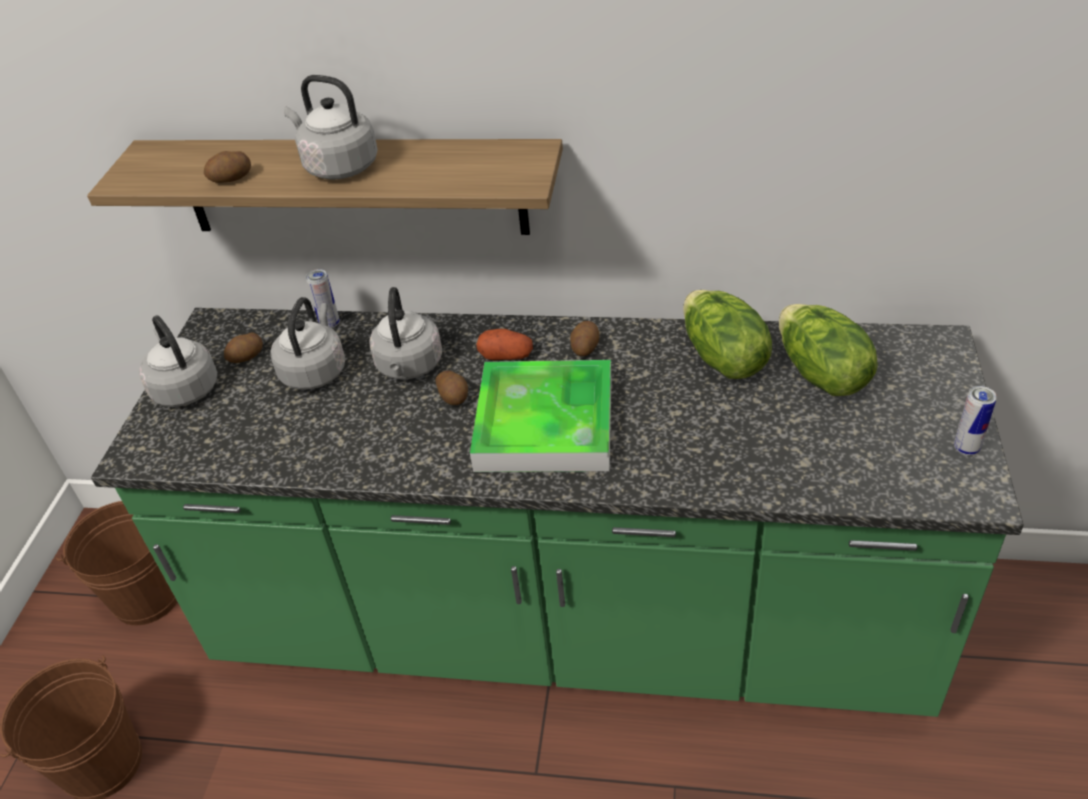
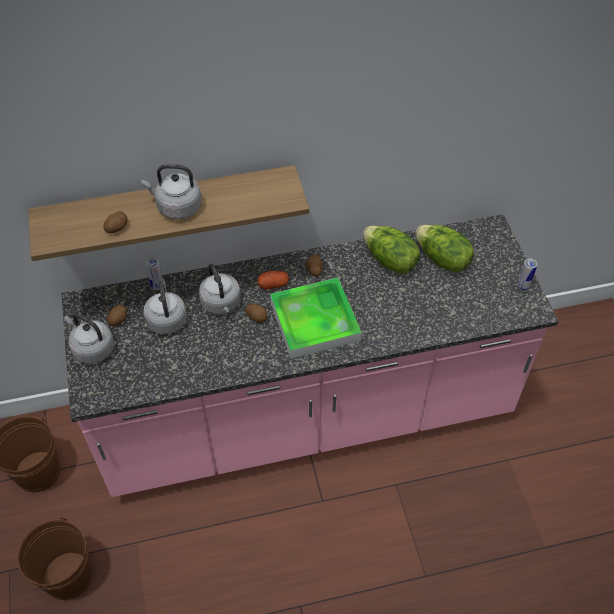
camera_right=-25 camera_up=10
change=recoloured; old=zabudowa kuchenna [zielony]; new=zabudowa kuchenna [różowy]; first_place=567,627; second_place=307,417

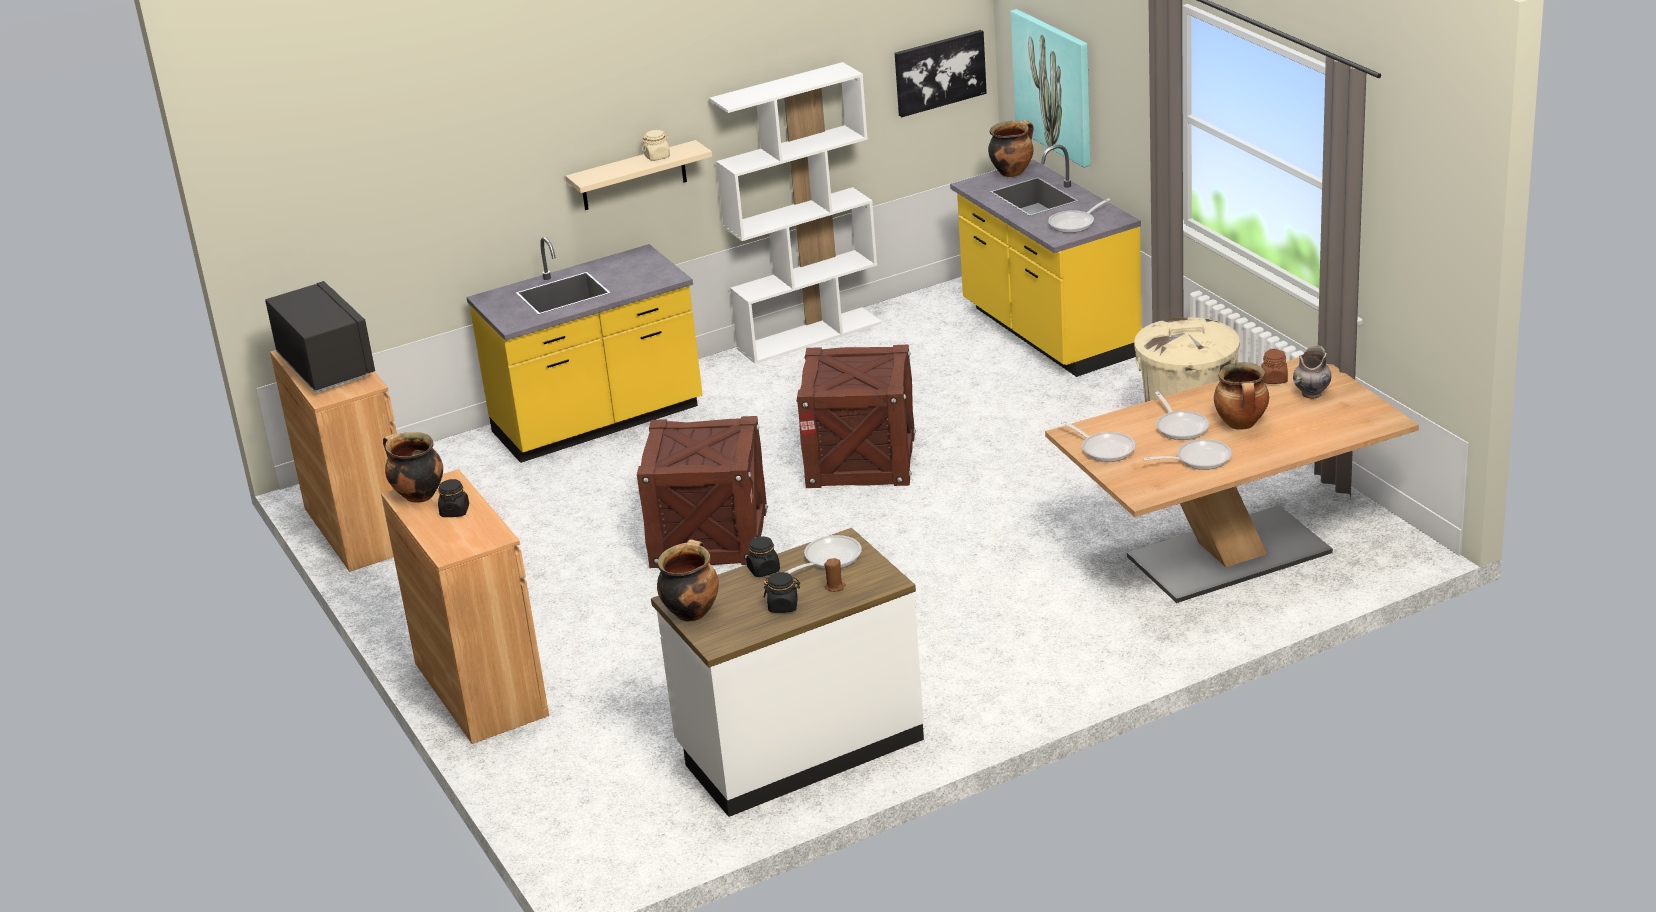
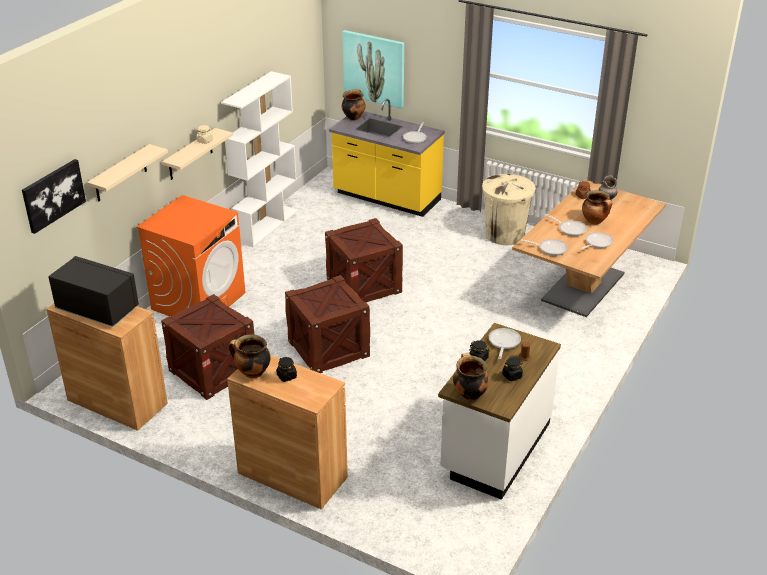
camera_right=-35 camera_up=5
change=replaced; old=zabudowa kuchenna [żółty]; new=pralka [pomarańczowy]; first_place=599,422; second_place=199,301
change=moved; old=obraz; first_place=939,72; second_place=53,195
change=added; new=półka [beżowy]; second_place=120,174
change=added; new=skrzynka; second_place=213,370

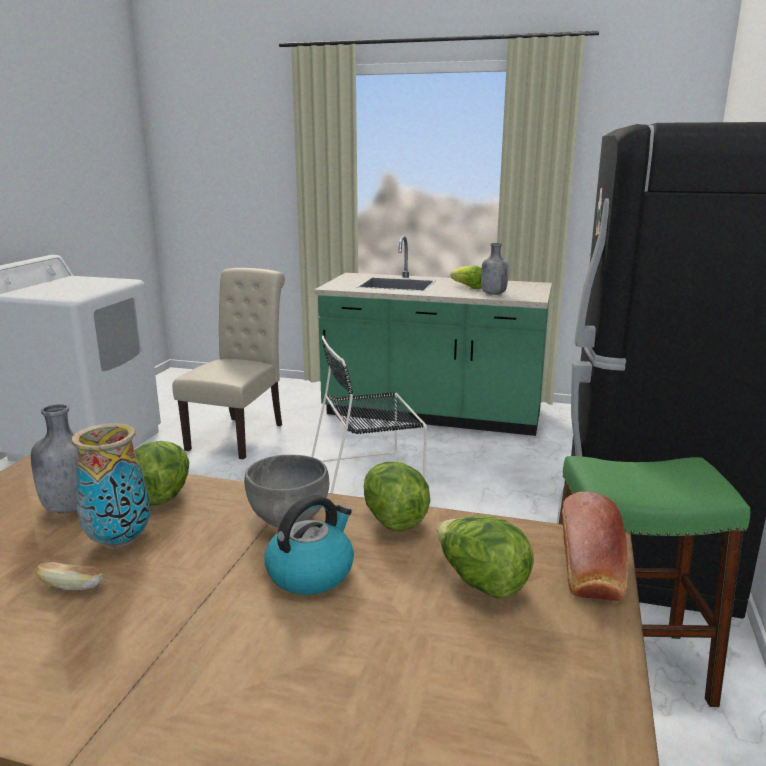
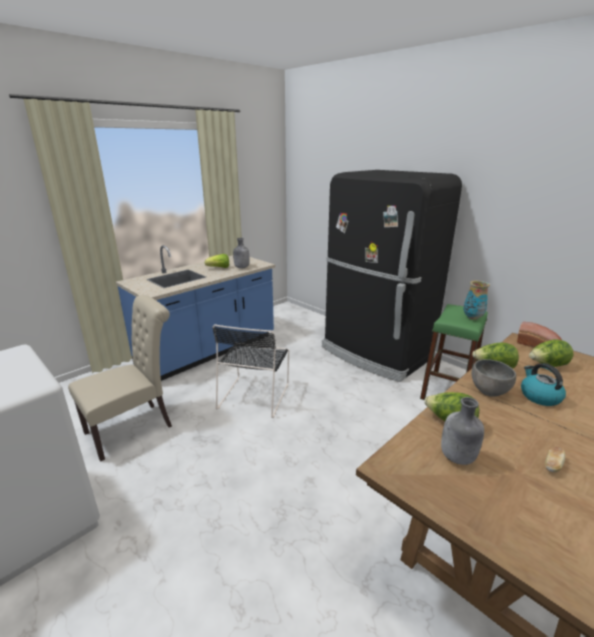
camera_right=-60 camera_up=5
change=moved; old=wazon; first_place=119,541; second_place=472,318
change=turned; old=krzesło [beżowy]; first_place=240,434; second_place=134,427; degrees=90
change=recoloured; old=zabudowa kuchenna [zielony]; new=zabudowa kuchenna [niebieski]; first_place=432,414; second_place=208,351

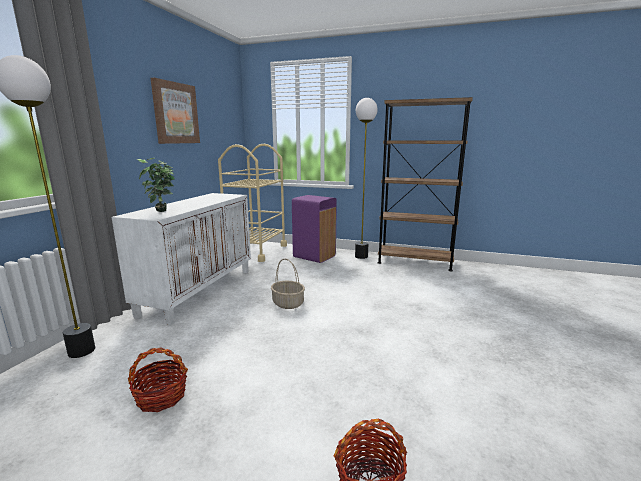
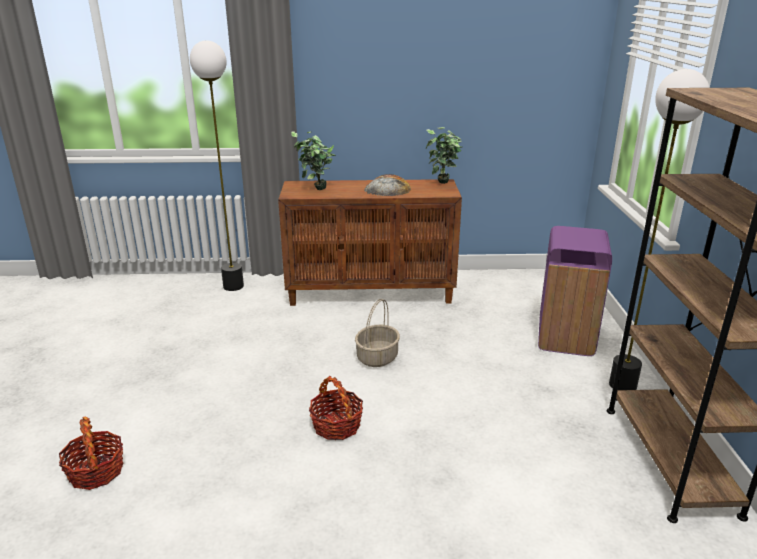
camera_right=70 camera_up=10
change=recoloured; old=szafka [biały]; new=szafka [brązowy]; first_place=199,291; second_place=371,292
change=moved; old=koszyk; first_place=161,396; second_place=336,425
change=removed; old=obraz; first_place=175,113
change=removed; old=wózek [beżowy]; first_place=256,251
change=added; new=chleb; second_place=387,189
change=added; new=roślina doniczkowa; second_place=443,184

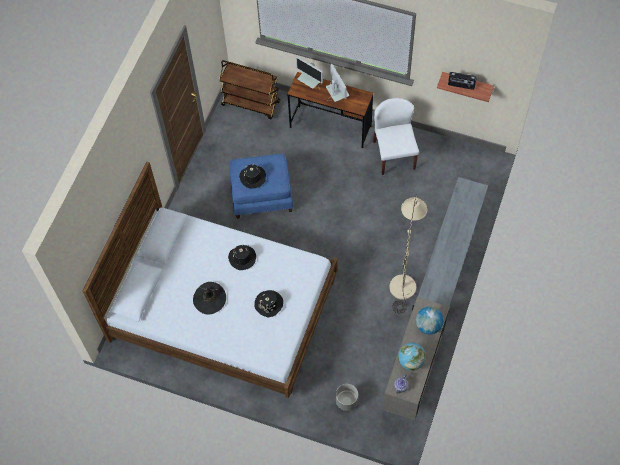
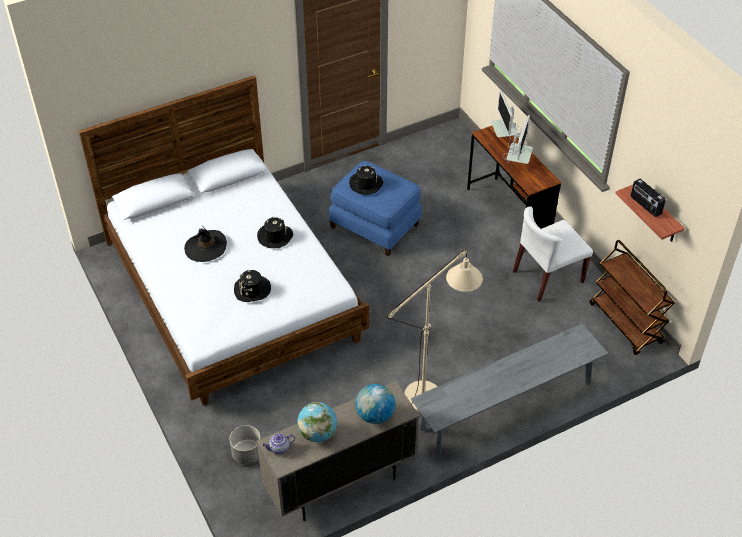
camera_right=40 camera_up=-15
change=moved; old=wózek [brązowy]; first_place=251,103; second_place=626,324
change=turned; old=krzesło [biały]; first_place=394,154; second_place=547,277; degrees=-150

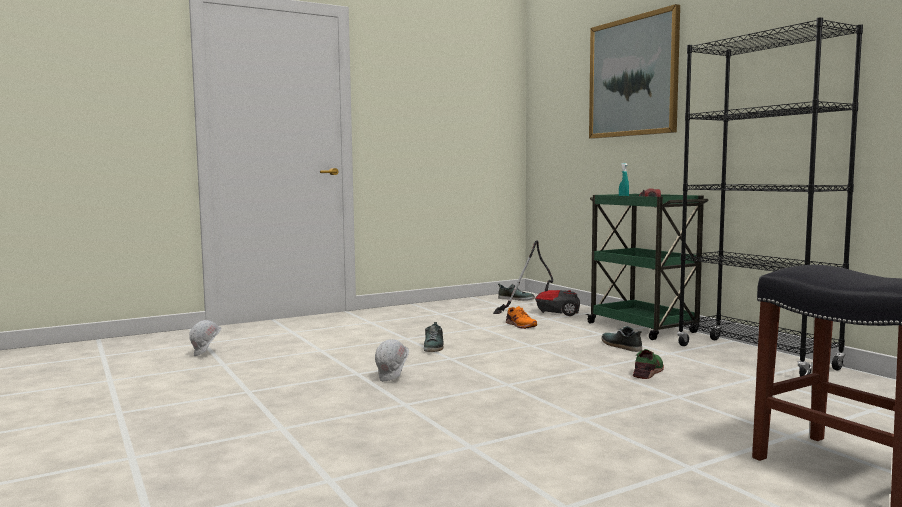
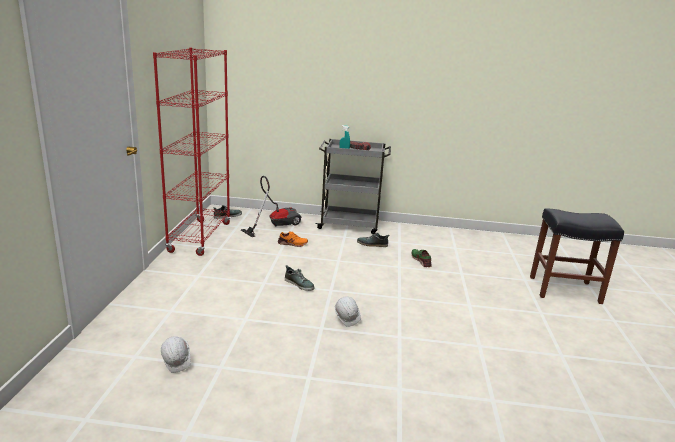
camera_right=-55 camera_up=15
change=recoloured; old=wózek [zielony]; new=wózek [szary]; first_place=643,328; second_place=350,225
change=removed; old=obraz; first_place=633,77
change=removed; old=regał [czarny]; first_place=755,357
change=added; new=regał [czerwony]; second_place=200,237

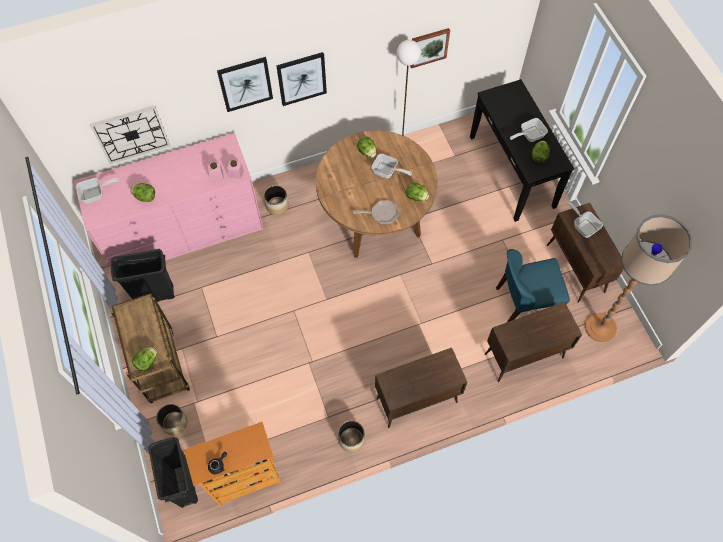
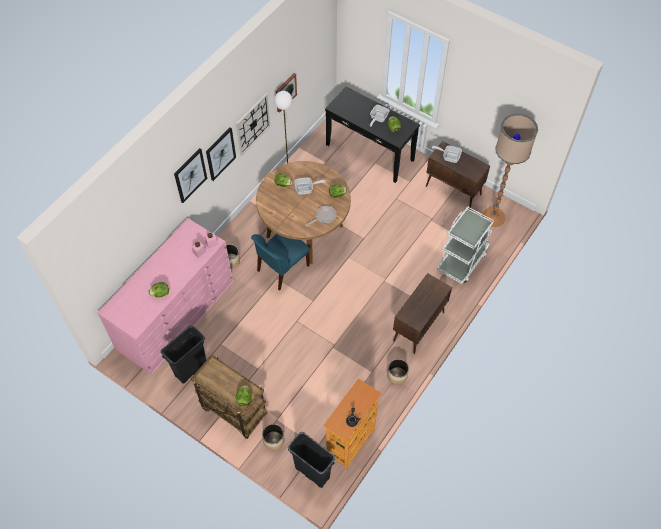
camera_right=-35 camera_up=-5
change=removed; old=patelnia; first_place=96,194
change=moved; old=zegar ścienny; first_place=131,134; second_place=252,124
change=replaced; old=szafka [brązowy]; new=wózek [biały]; first_place=523,356; second_place=462,261
change=moved; old=krzesło [niebieski]; first_place=525,302; second_place=282,268

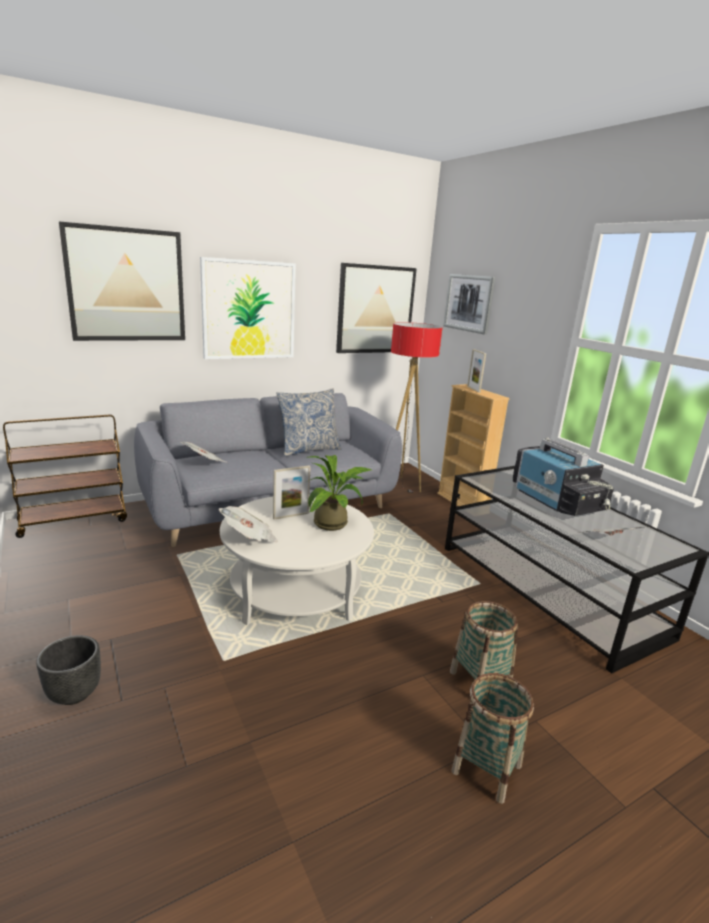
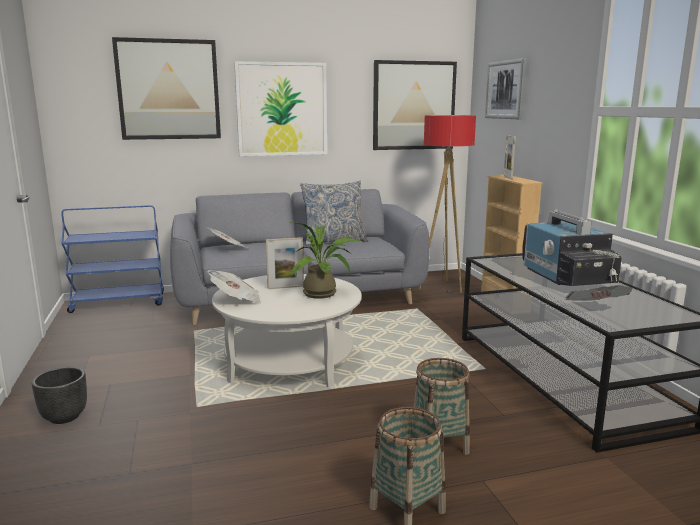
camera_right=15 camera_up=-5
change=recoloured; old=wózek [brązowy]; new=wózek [niebieski]; first_place=74,520; second_place=119,303

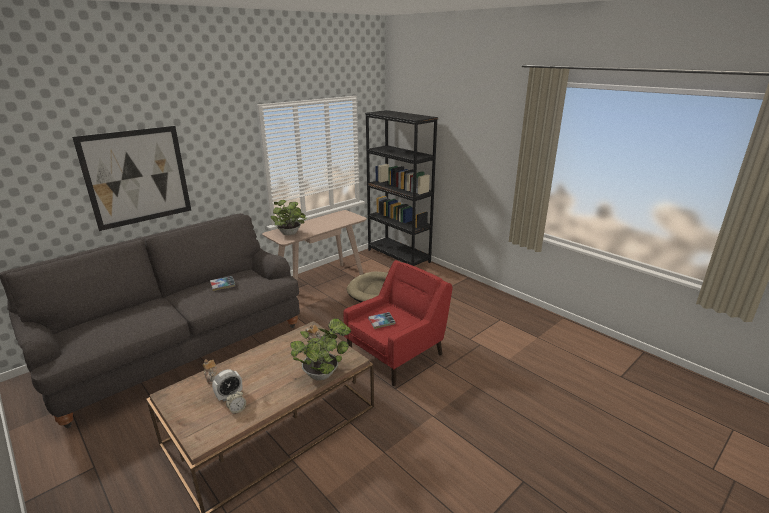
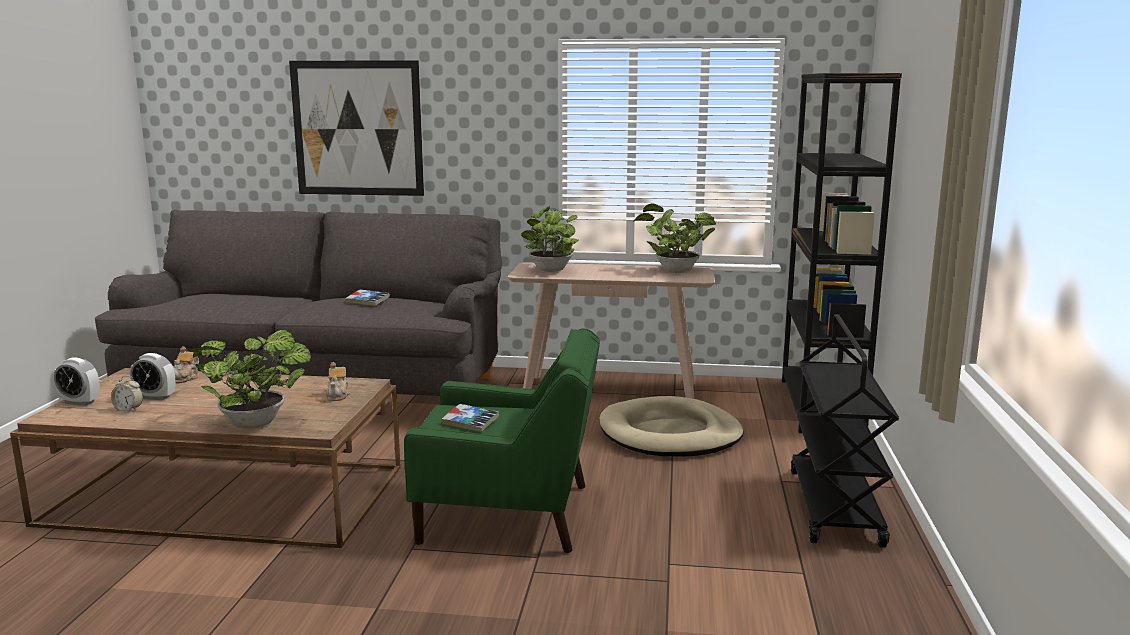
camera_right=50 camera_up=-10
change=recoloured; old=fotel [czerwony]; new=fotel [zielony]; first_place=396,354; second_place=509,515
change=added; new=budzik; second_place=80,402
change=added; new=roślina doniczkowa; second_place=673,271
change=added; new=wózek [czarny]; second_place=835,508

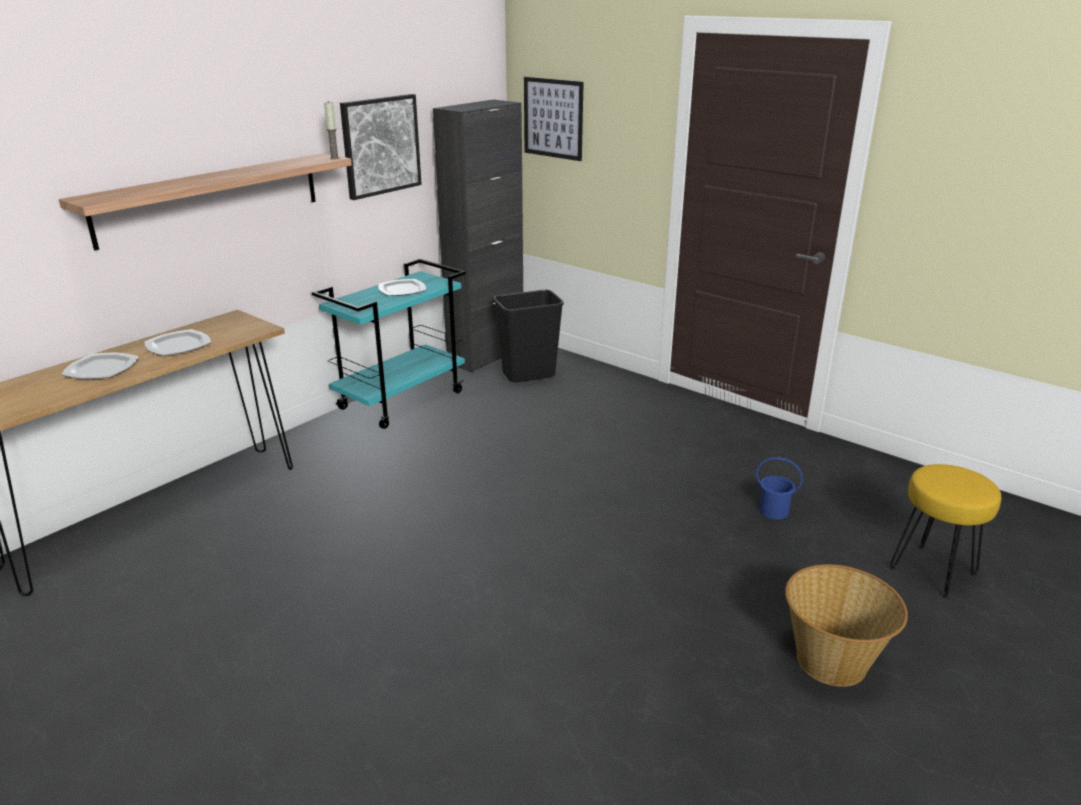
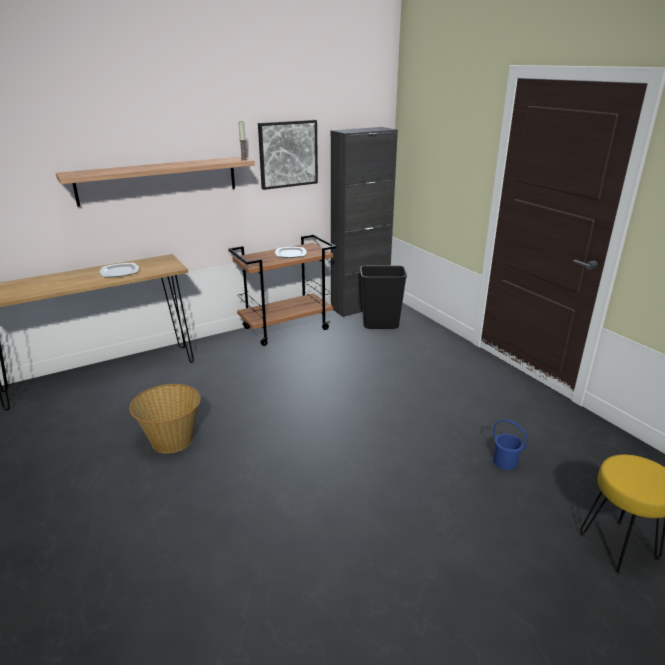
camera_right=20 camera_up=0
change=removed; old=talerz; first_place=101,368
change=recoloured; old=wózek [turkusowy]; new=wózek [brązowy]; first_place=401,399; second_place=286,328
change=removed; old=obraz; first_place=553,118
change=moved; old=koszyk; first_place=832,662; second_place=172,441

